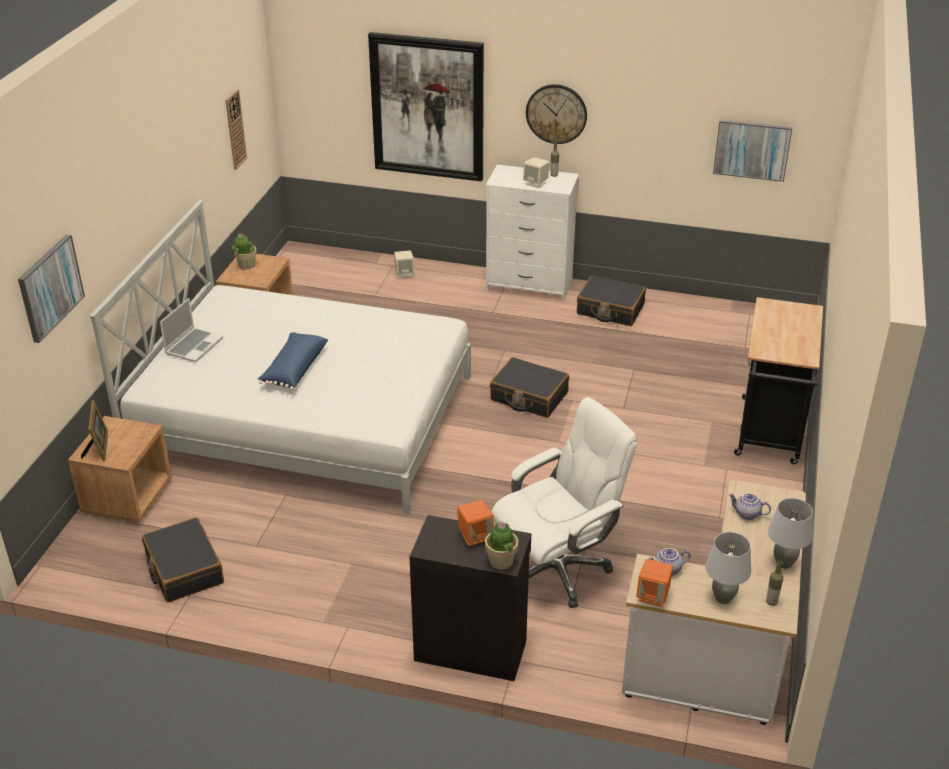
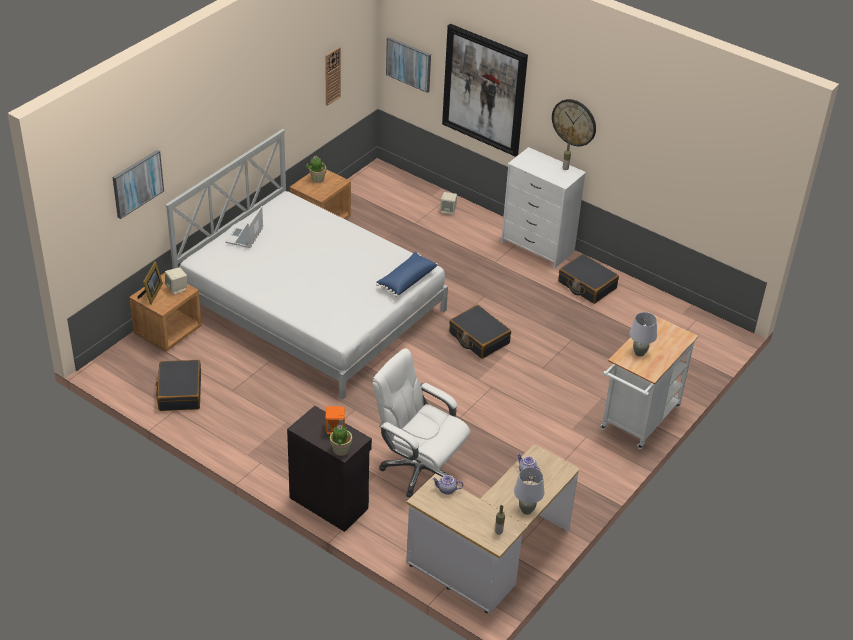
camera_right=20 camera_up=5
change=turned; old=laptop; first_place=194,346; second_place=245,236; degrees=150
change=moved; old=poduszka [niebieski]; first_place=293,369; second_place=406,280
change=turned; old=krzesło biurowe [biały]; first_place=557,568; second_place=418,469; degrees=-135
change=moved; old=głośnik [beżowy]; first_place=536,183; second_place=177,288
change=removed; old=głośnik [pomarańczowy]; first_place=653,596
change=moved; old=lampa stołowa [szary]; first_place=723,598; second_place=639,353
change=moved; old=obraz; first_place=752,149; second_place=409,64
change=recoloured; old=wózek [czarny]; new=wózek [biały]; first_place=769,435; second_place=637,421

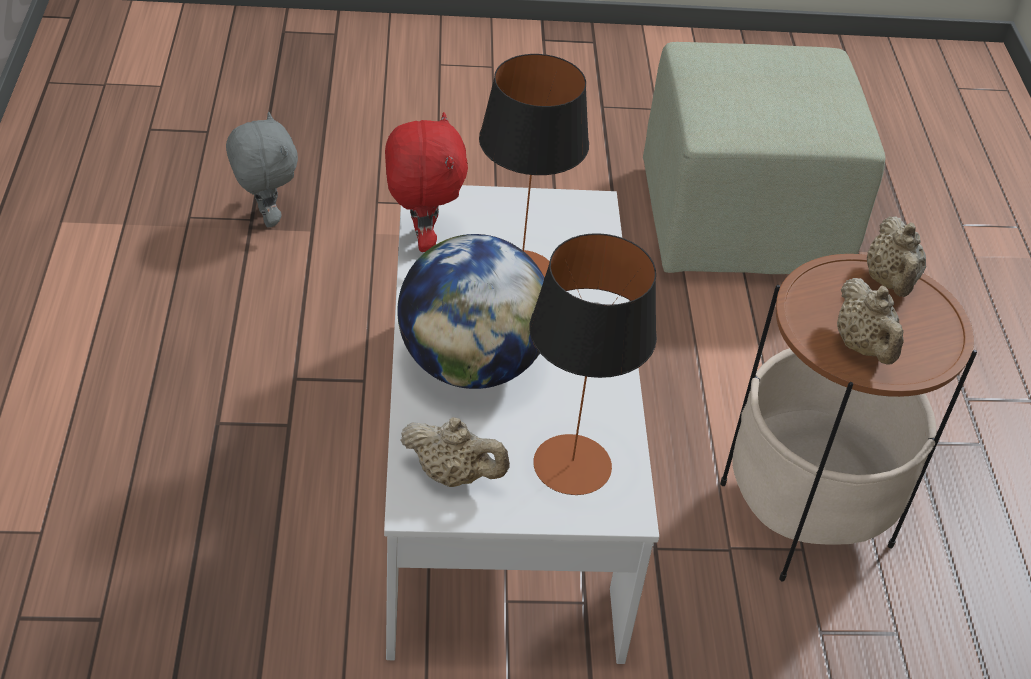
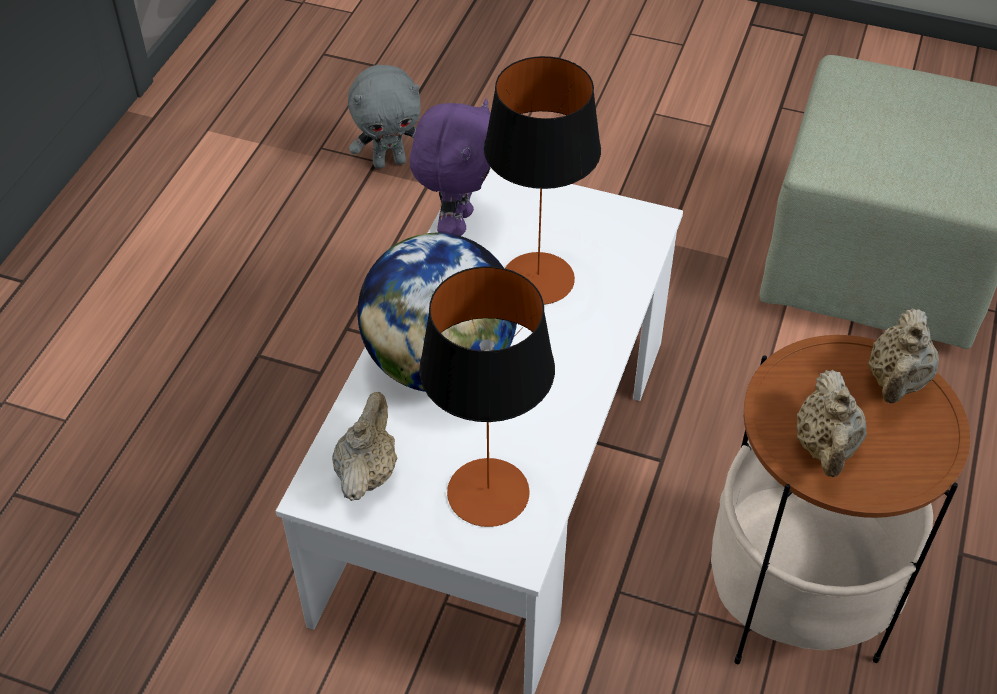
camera_right=25 camera_up=5
change=turned; old=pluszak [szary]; first_place=265,217; second_place=389,161; degrees=75
change=recoloured; old=pluszak [czerwony]; new=pluszak [fioletowy]; first_place=421,239; second_place=457,222
change=turned; old=imbryk [beżowy]; first_place=453,474; second_place=367,472; degrees=-120

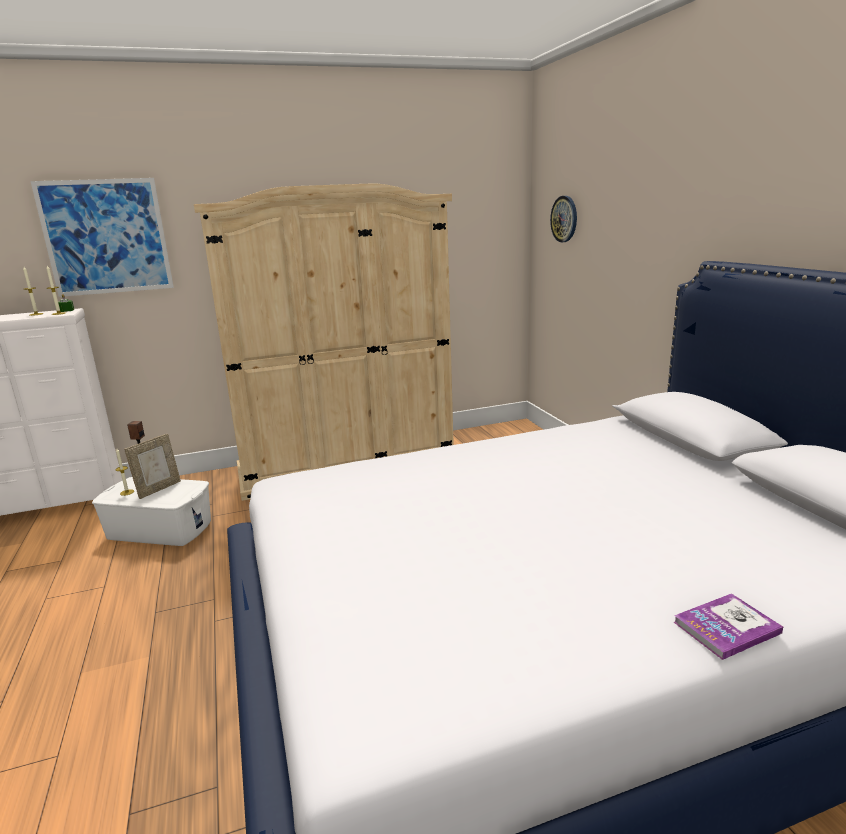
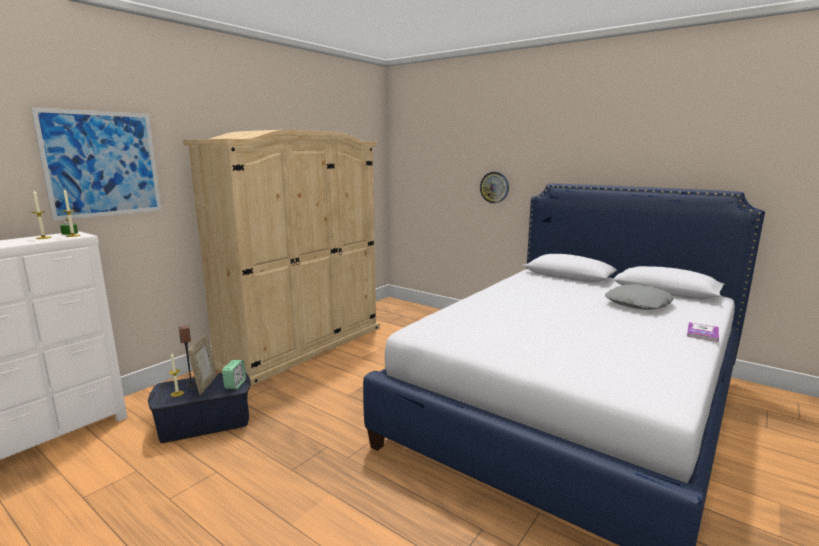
camera_right=-35 camera_up=-5
change=recoloured; old=pojemnik do przechowywania [biały]; new=pojemnik do przechowywania [niebieski]; first_place=160,529; second_place=205,422
change=moved; old=zegar ścienny; first_place=564,219; second_place=494,187
change=added; new=budzik; second_place=235,384
change=added; new=poduszka [szary]; second_place=639,304

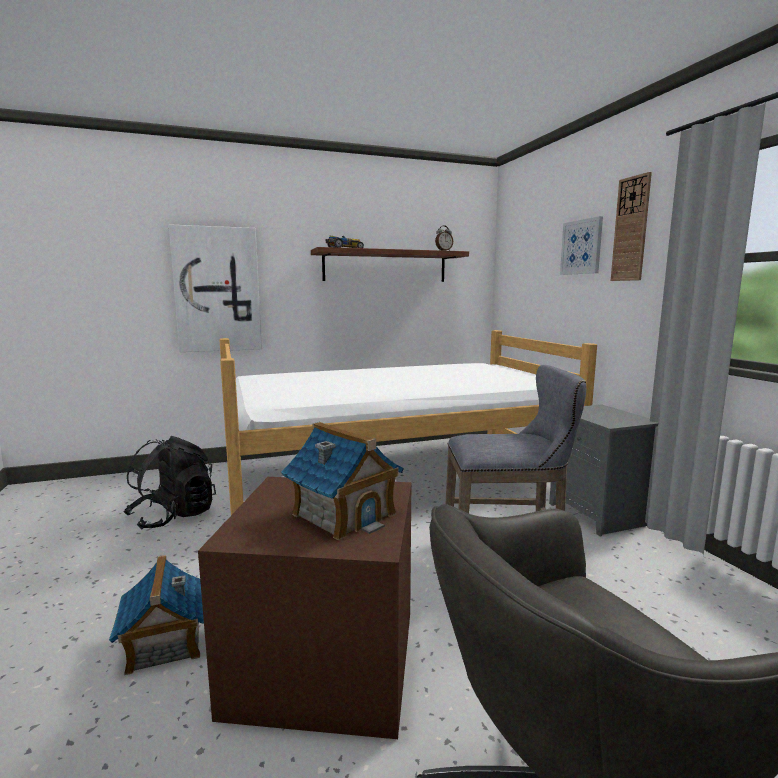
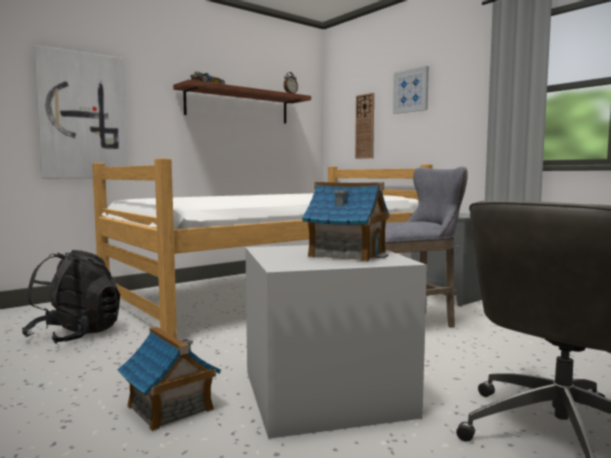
camera_right=-20 camera_up=-5
change=recoloured; old=pojemnik do przechowywania [brązowy]; new=pojemnik do przechowywania [szary]; first_place=322,662; second_place=324,394
change=moved; old=zegar ścienny; first_place=631,229; second_place=365,126

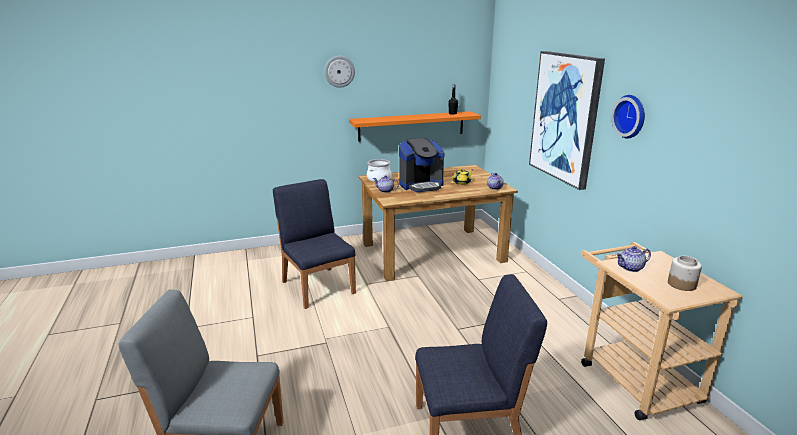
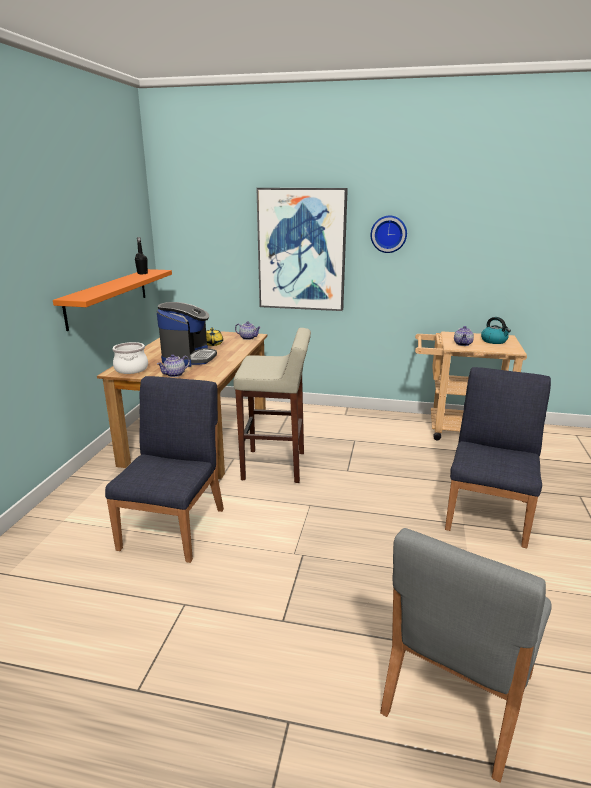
camera_right=-60 camera_up=0
change=turned; old=krzesło [niebieski]; first_place=318,286; second_place=174,527; degrees=105
change=removed; old=zegar ścienny; first_place=339,71
change=replaced; old=słoik; new=czajnik; first_place=682,284; second_place=494,341
change=added; new=stołek [beżowy]; second_place=275,466

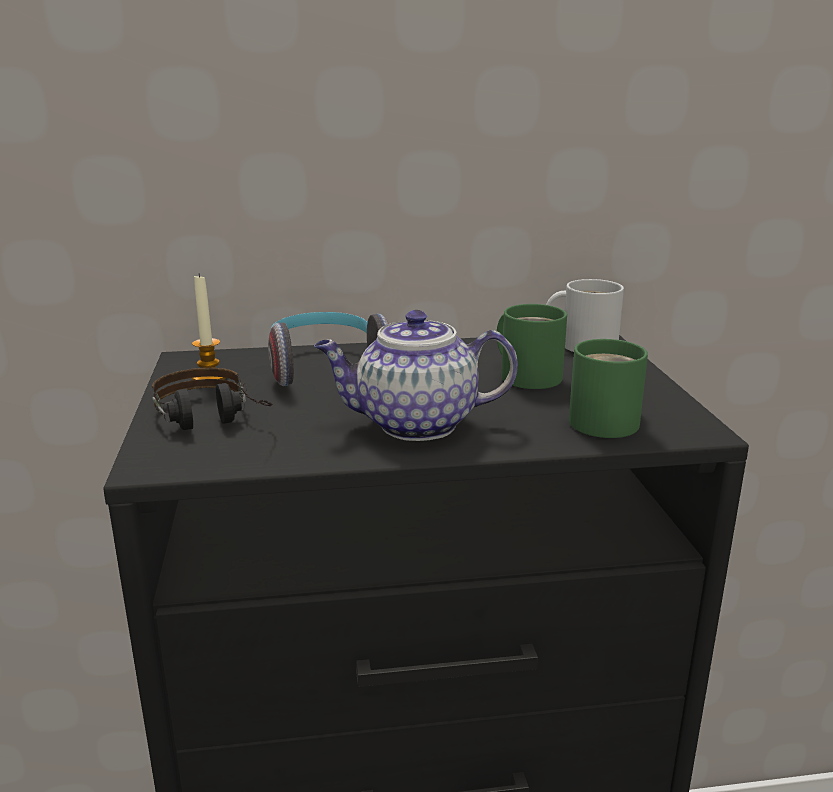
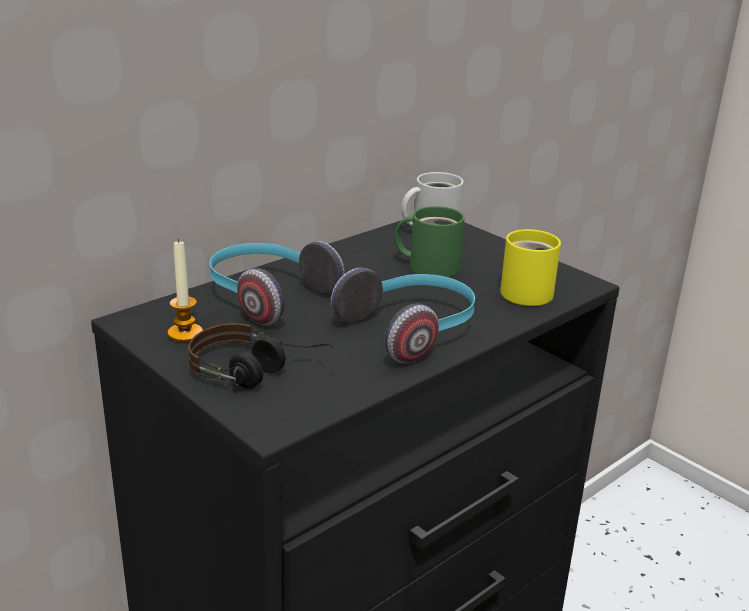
camera_right=-35 camera_up=5
change=replaced; old=imbryk; new=słuchawki; first_place=414,424; second_place=411,330
change=recoloured; old=kubek [zielony]; new=kubek [żółty]; first_place=609,421; second_place=528,291

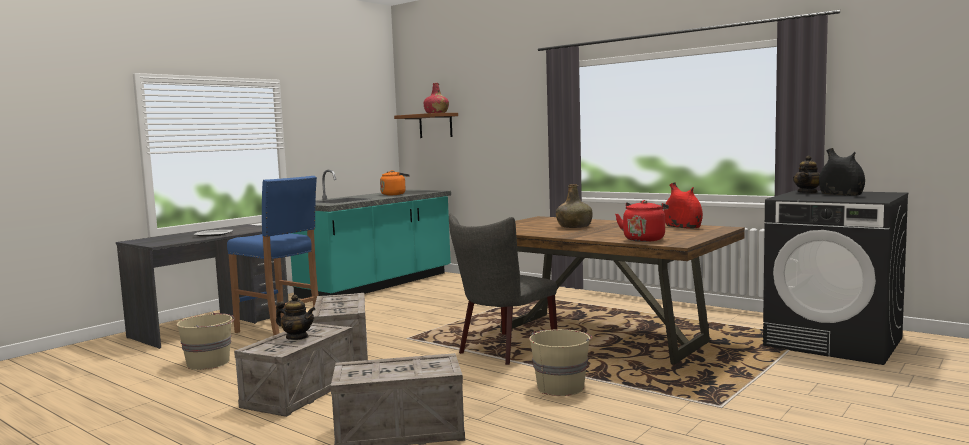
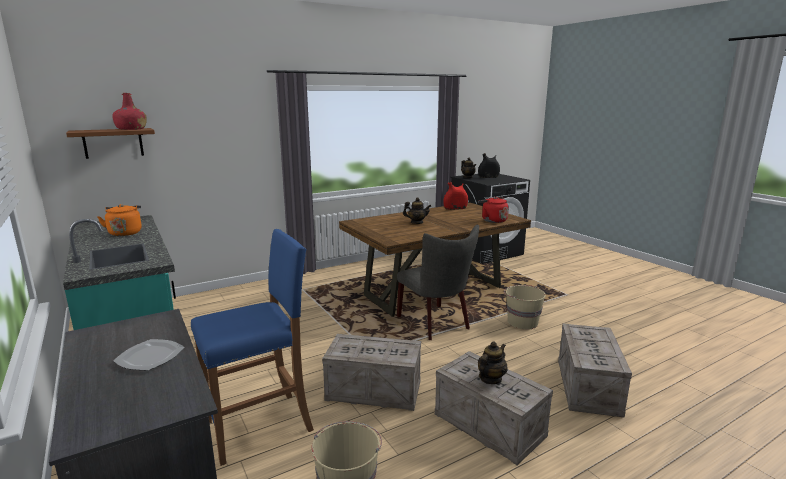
camera_right=-70 camera_up=10
change=replaced; old=butelka [zielony]; new=imbryk; first_place=574,227; second_place=416,222

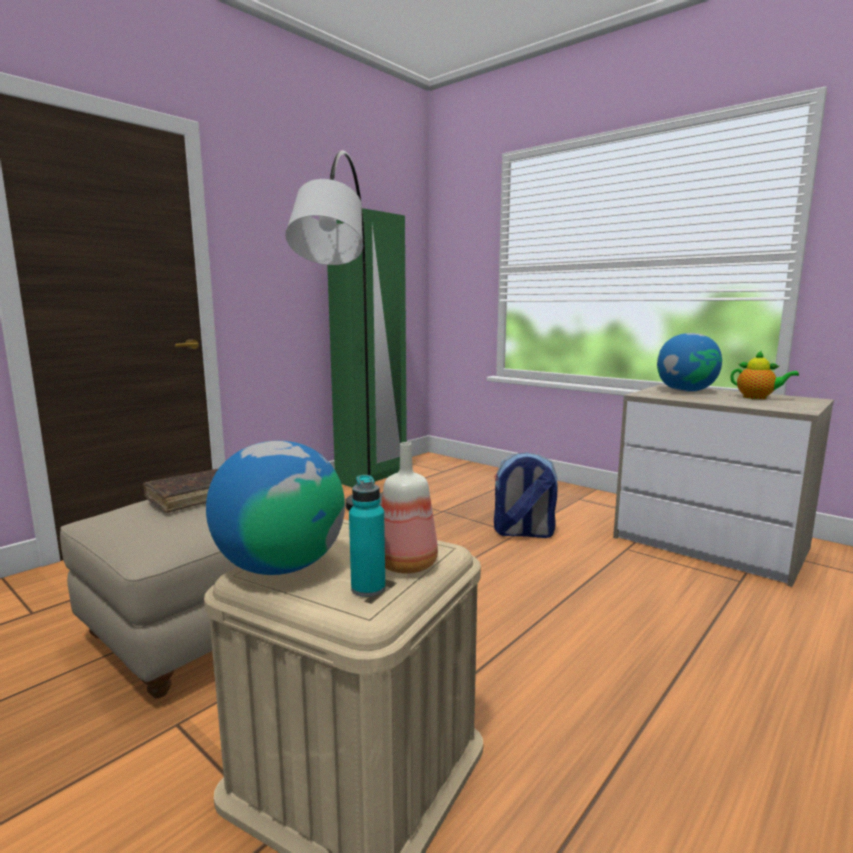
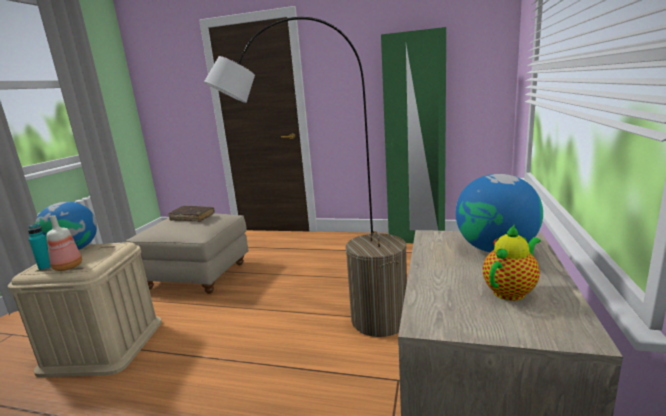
camera_right=65 camera_up=5
change=replaced; old=plecak; new=kosz na pranie; first_place=523,533; second_place=379,320
change=turned; old=imbryk; first_place=757,398; second_place=511,291; degrees=-135

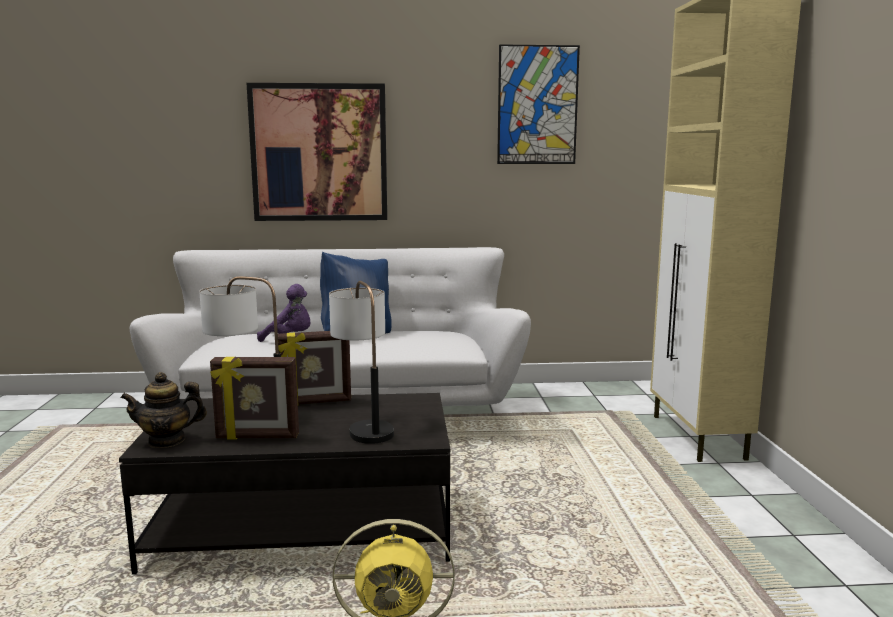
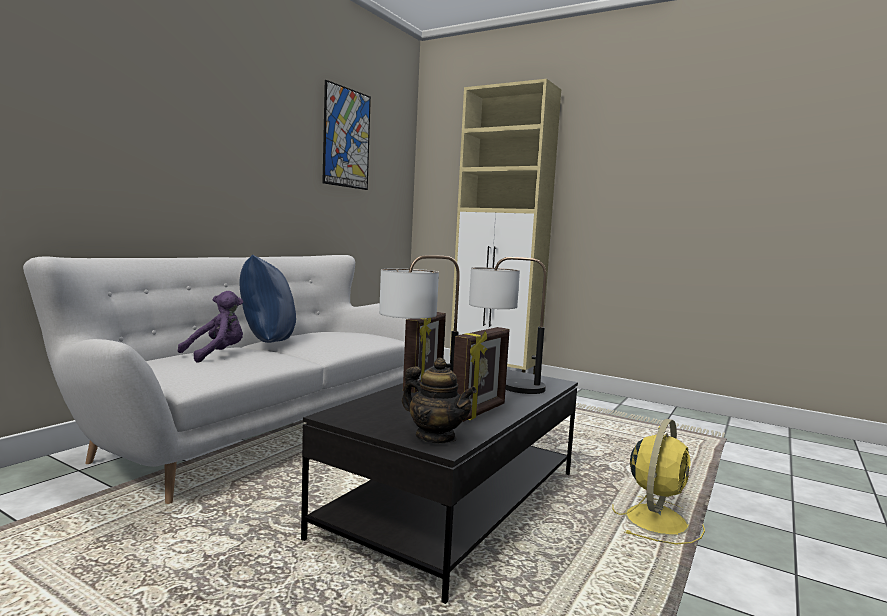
camera_right=-55 camera_up=-5
change=turned; old=imbryk; first_place=167,441; second_place=436,437; degrees=-75
change=removed; old=obraz; first_place=319,153

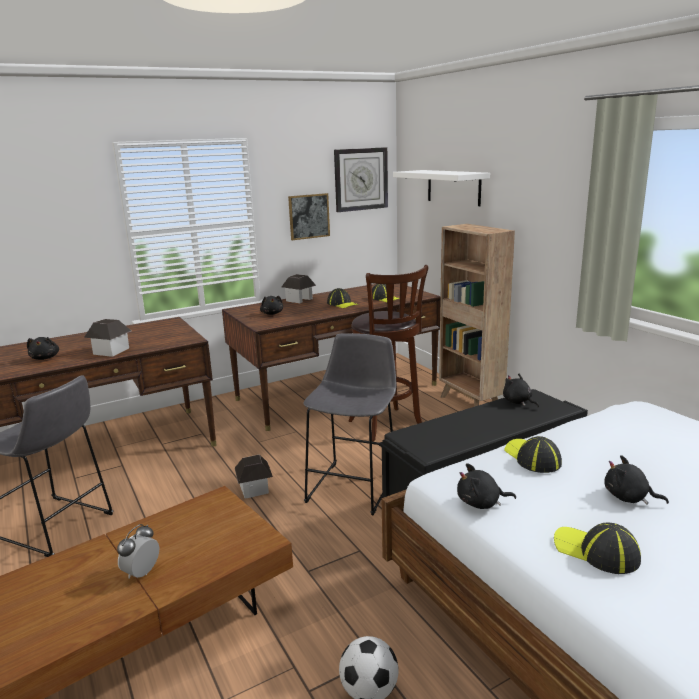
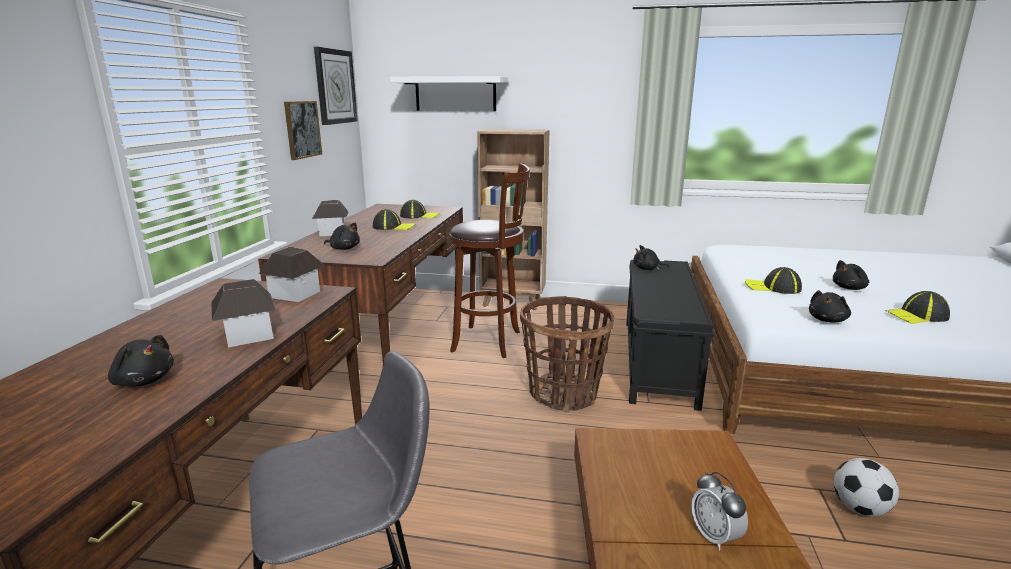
camera_right=-50 camera_up=0
change=moved; old=domek; first_place=254,489; second_place=295,294
change=replaced; old=stołek [szary]; new=koszyk; first_place=355,484; second_place=563,394

